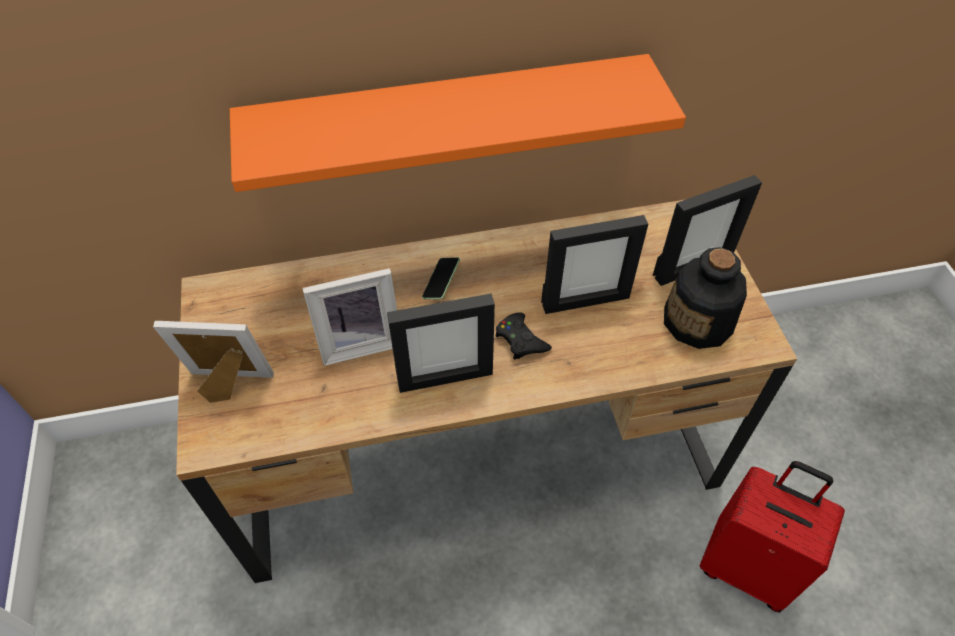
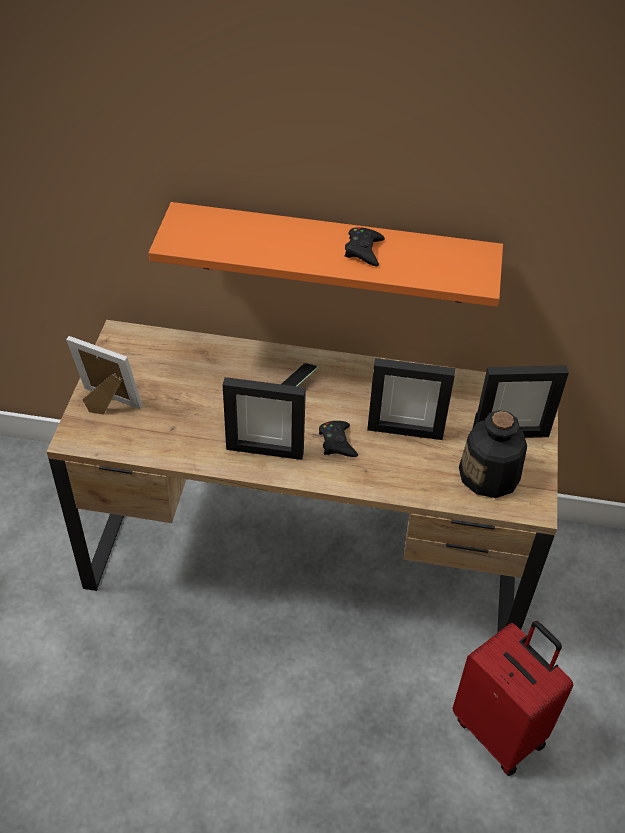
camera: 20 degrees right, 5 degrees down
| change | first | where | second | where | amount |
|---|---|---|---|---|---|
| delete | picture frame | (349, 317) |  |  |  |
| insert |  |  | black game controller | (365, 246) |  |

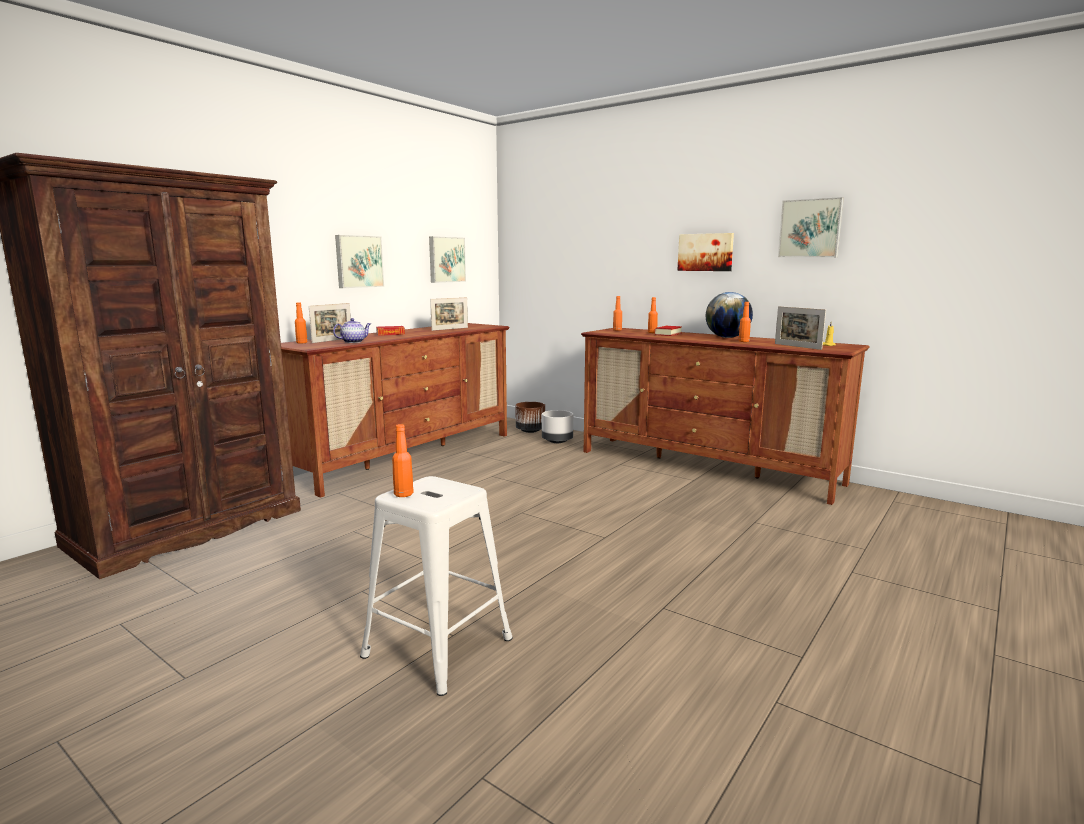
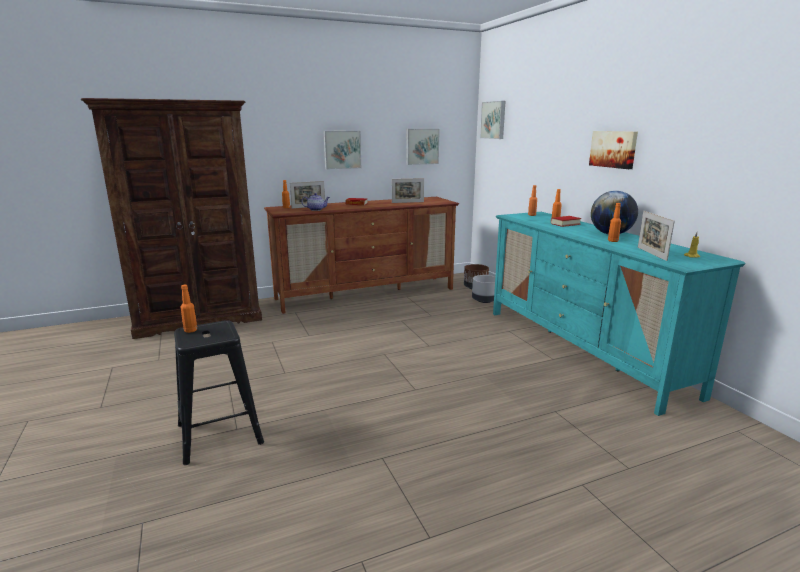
camera: 30 degrees right, 5 degrees up
| change | first | where | second | where | amount |
|---|---|---|---|---|---|
| move | picture | (811, 227) |  | (493, 120) |  |
| recolor | white stool | (436, 586) | black stool | (219, 392) |  |
| recolor | brown dresser | (725, 416) | turquoise dresser | (619, 314) |  |

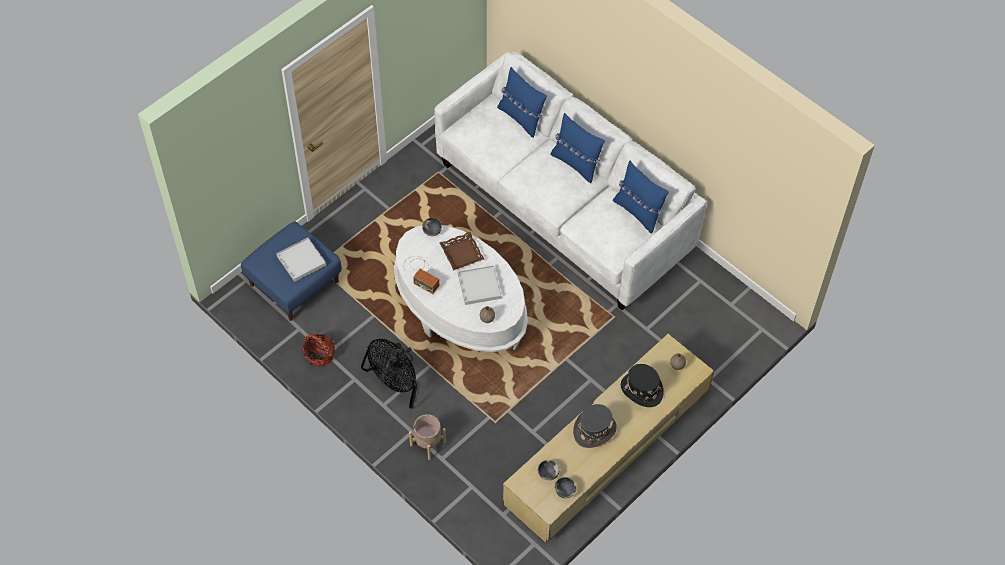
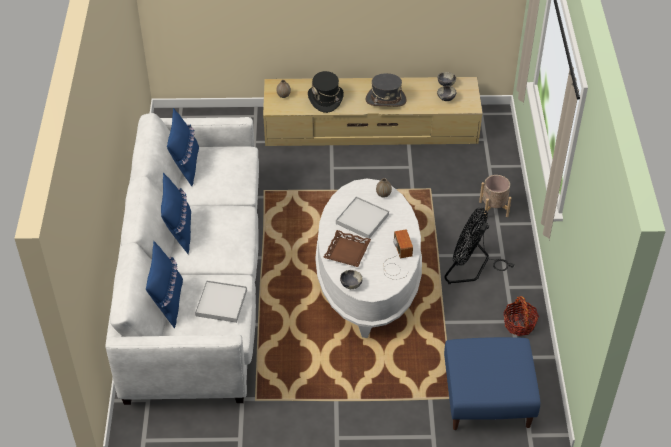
camera: 135 degrees left, 10 degrees down
| change | first | where | second | where | amount |
|---|---|---|---|---|---|
| move | white tray | (301, 259) |  | (221, 301) |  |
| rotate | black fan | (389, 374) |  | (480, 246) | 150 degrees counterclockwise |

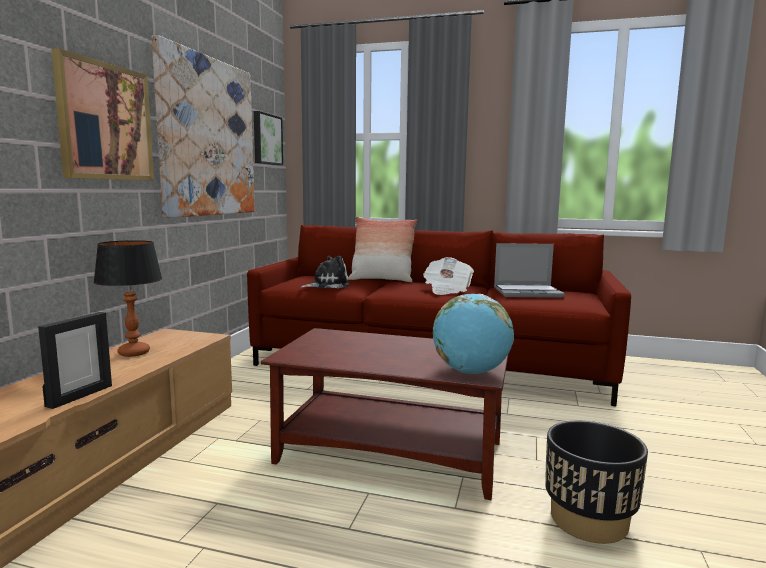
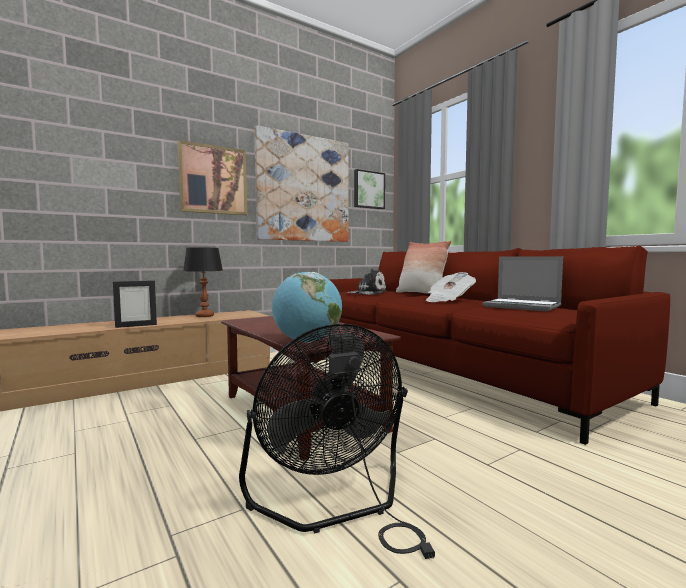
camera: 40 degrees right, 5 degrees down
| change | first | where | second | where | amount |
|---|---|---|---|---|---|
| replace | black planter | (596, 482) | black fan | (337, 441) |  |

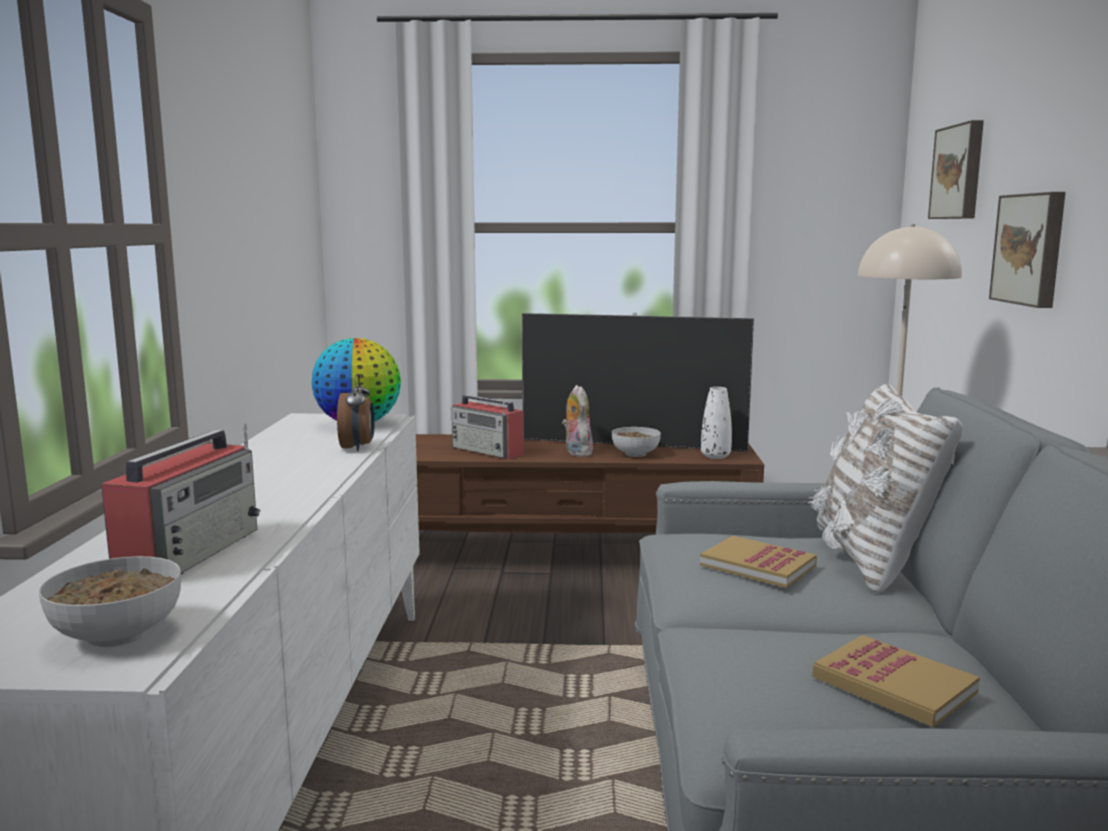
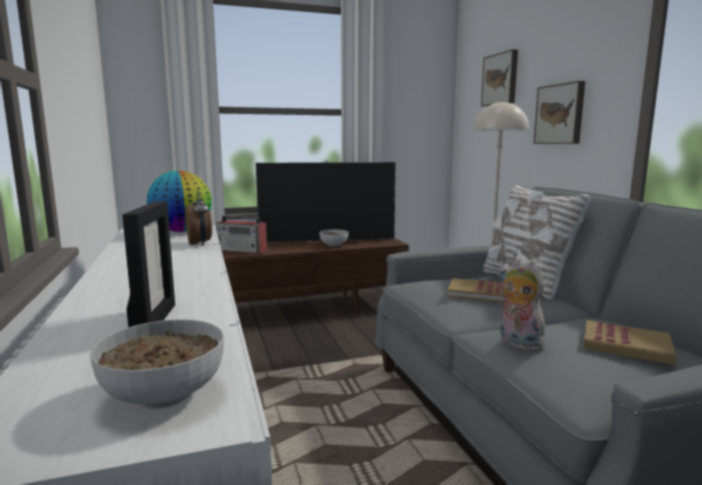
camera: 20 degrees left, 0 degrees up
| change | first | where | second | where | amount |
|---|---|---|---|---|---|
| delete | white vase | (716, 423) |  |  |  |
| move | plush toy | (577, 421) |  | (522, 304) |  |
| replace | radio | (181, 498) | picture frame | (148, 264) |  |

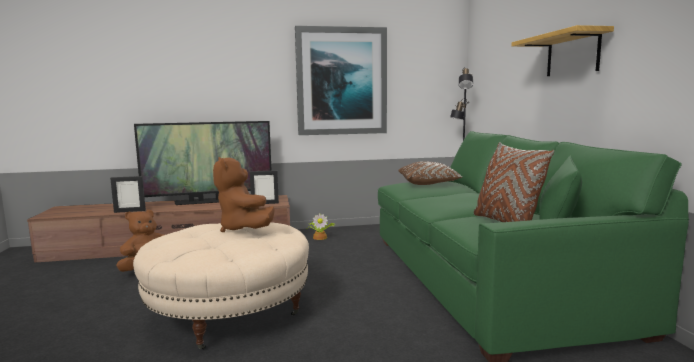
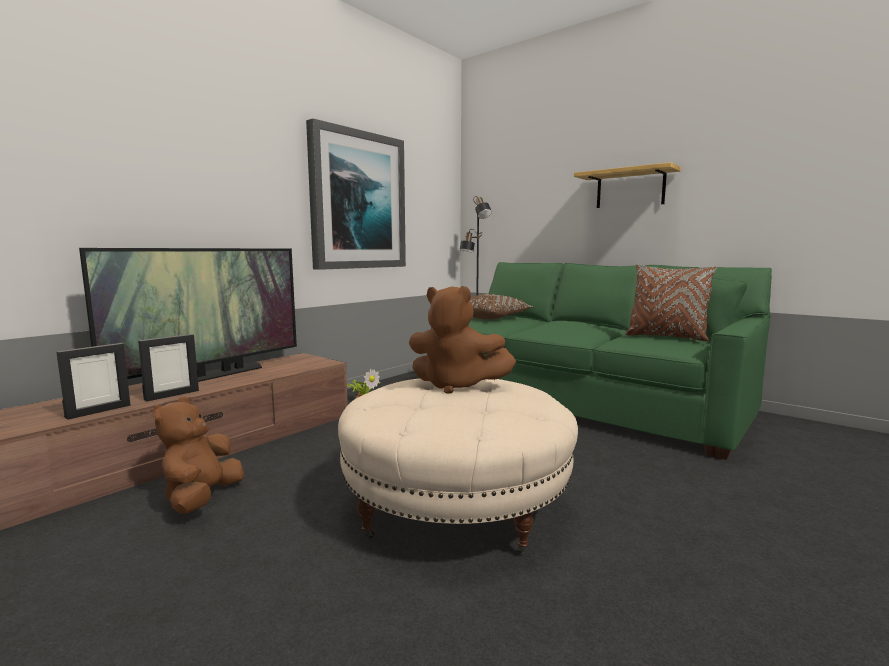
camera: 40 degrees left, 0 degrees up
| change | first | where | second | where | amount |
|---|---|---|---|---|---|
| move | picture frame | (264, 187) |  | (168, 367) |  |

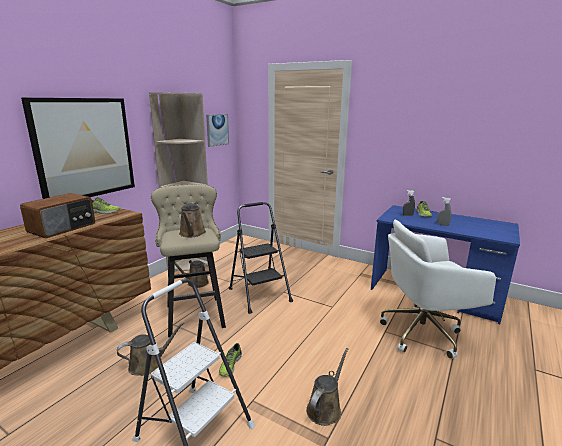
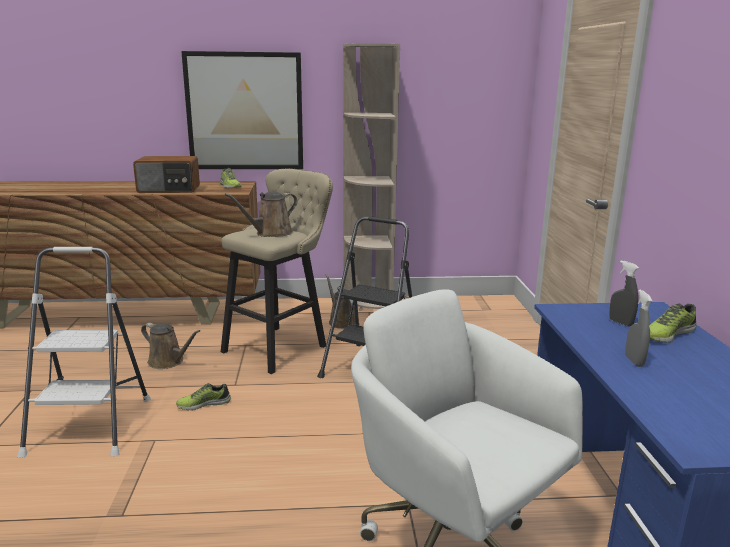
camera: 55 degrees right, 0 degrees up
| change | first | where | second | where | amount |
|---|---|---|---|---|---|
| delete | picture | (217, 130) |  |  |  |
| delete | brown watering can | (327, 387) |  |  |  |

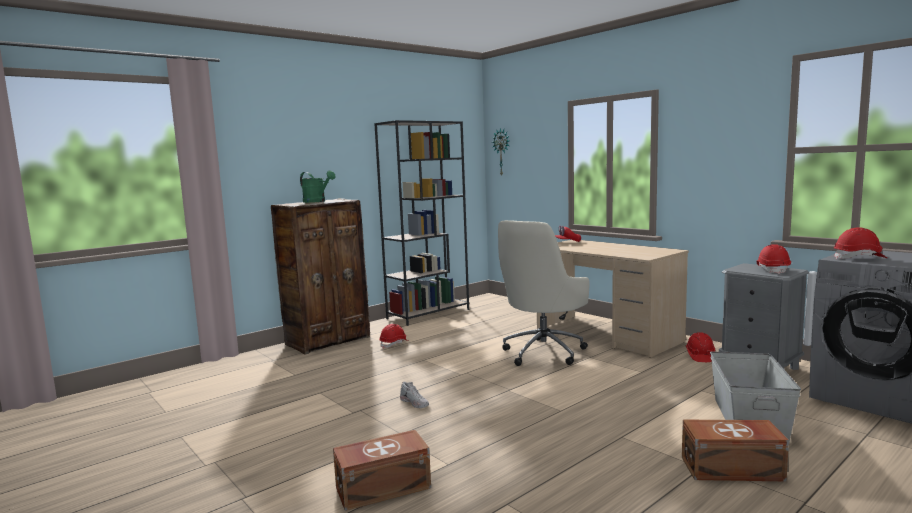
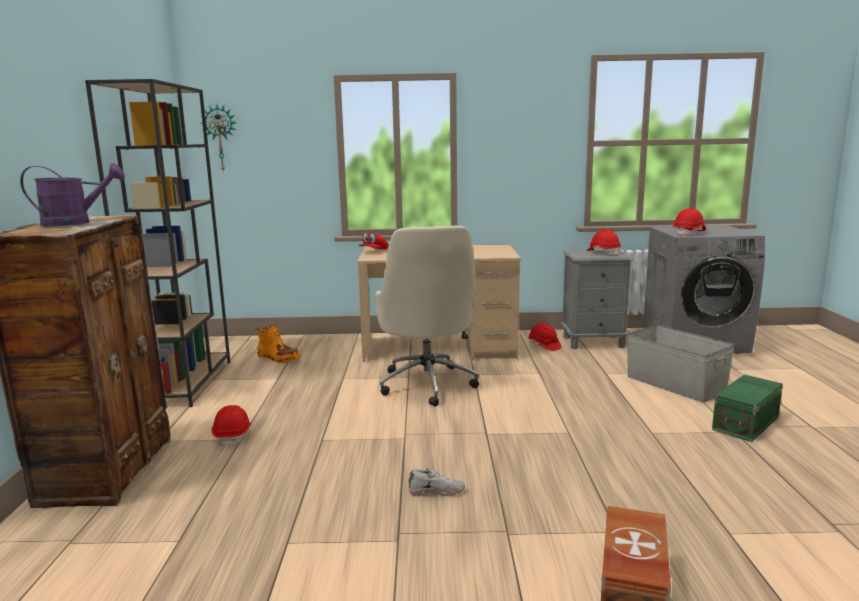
camera: 50 degrees left, 5 degrees up
| change | first | where | second | where | amount |
|---|---|---|---|---|---|
| insert |  |  | orange boot | (278, 343) |  |
| recolor | green watering can | (318, 187) | purple watering can | (72, 194) |  |
| recolor | brown storage box | (735, 450) | green storage box | (747, 408) |  |

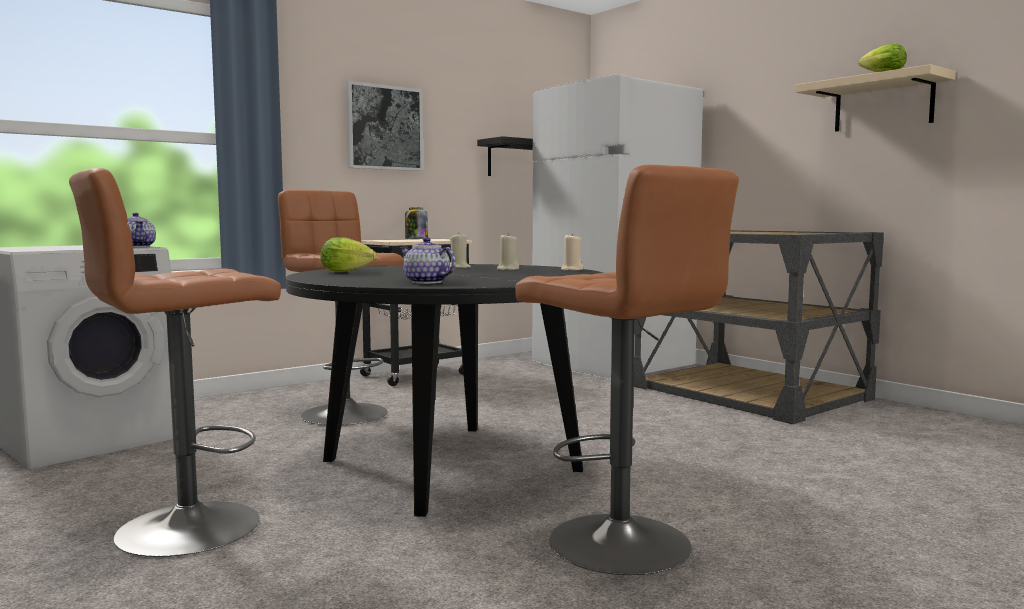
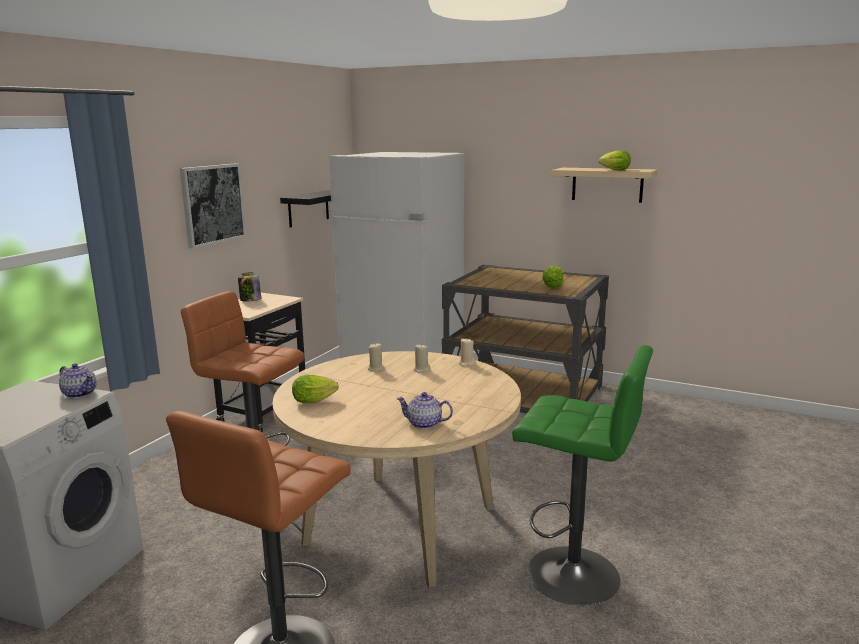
camera: 25 degrees left, 10 degrees up
| change | first | where | second | where | amount |
|---|---|---|---|---|---|
| insert |  |  | lettuce | (553, 277) |  |
| recolor | black dining table | (444, 390) | beige dining table | (397, 469) |  |
| recolor | brown stool | (627, 370) | green stool | (582, 475) |  |

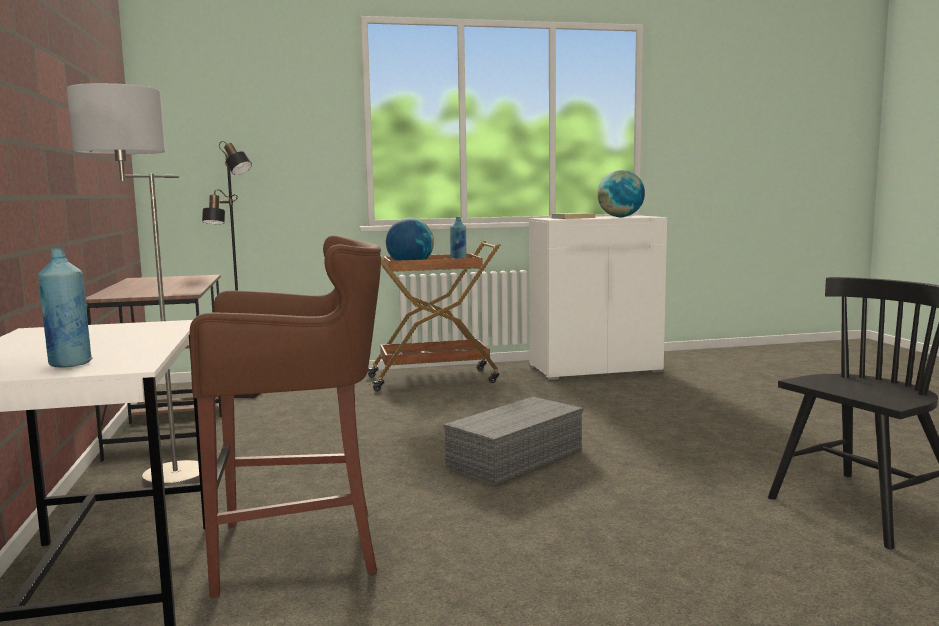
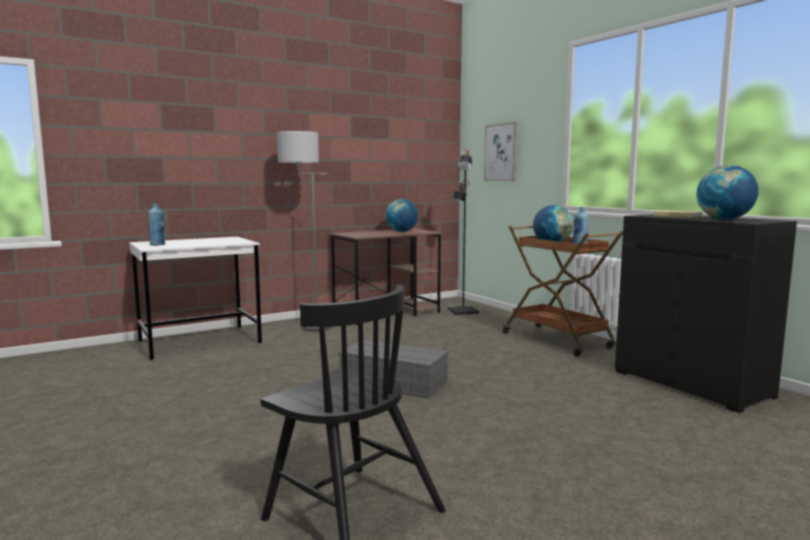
camera: 70 degrees right, 0 degrees up
| change | first | where | second | where | amount |
|---|---|---|---|---|---|
| delete | brown stool | (285, 416) |  |  |  |
| insert |  |  | globe | (401, 215) |  |
| insert |  |  | picture | (501, 151) |  |
| recolor | white cabinet | (598, 298) | black cabinet | (706, 313) |  |

